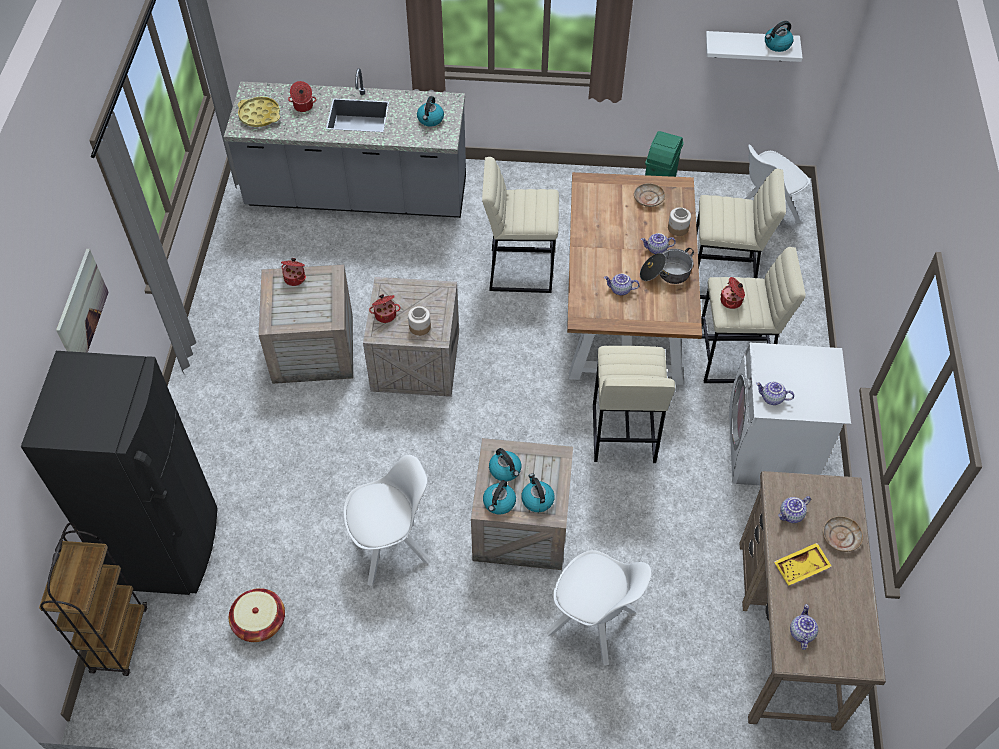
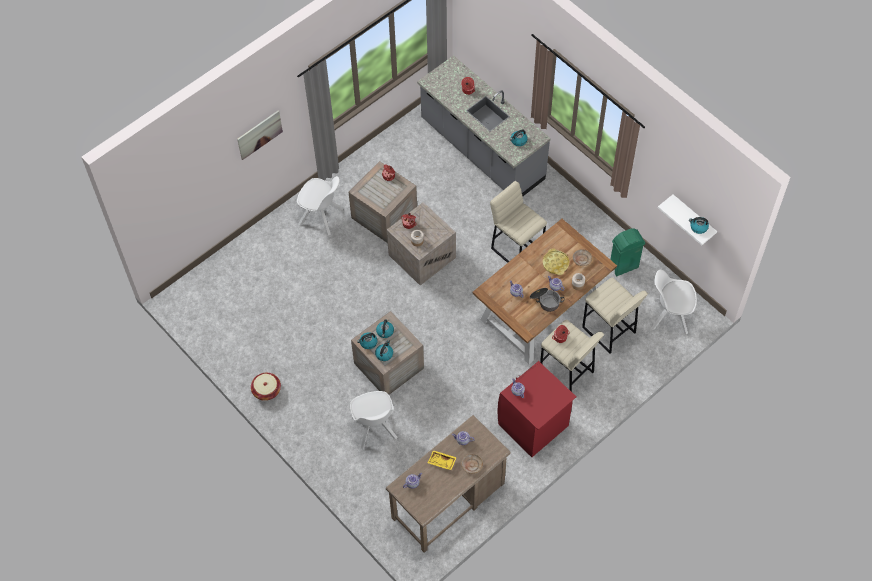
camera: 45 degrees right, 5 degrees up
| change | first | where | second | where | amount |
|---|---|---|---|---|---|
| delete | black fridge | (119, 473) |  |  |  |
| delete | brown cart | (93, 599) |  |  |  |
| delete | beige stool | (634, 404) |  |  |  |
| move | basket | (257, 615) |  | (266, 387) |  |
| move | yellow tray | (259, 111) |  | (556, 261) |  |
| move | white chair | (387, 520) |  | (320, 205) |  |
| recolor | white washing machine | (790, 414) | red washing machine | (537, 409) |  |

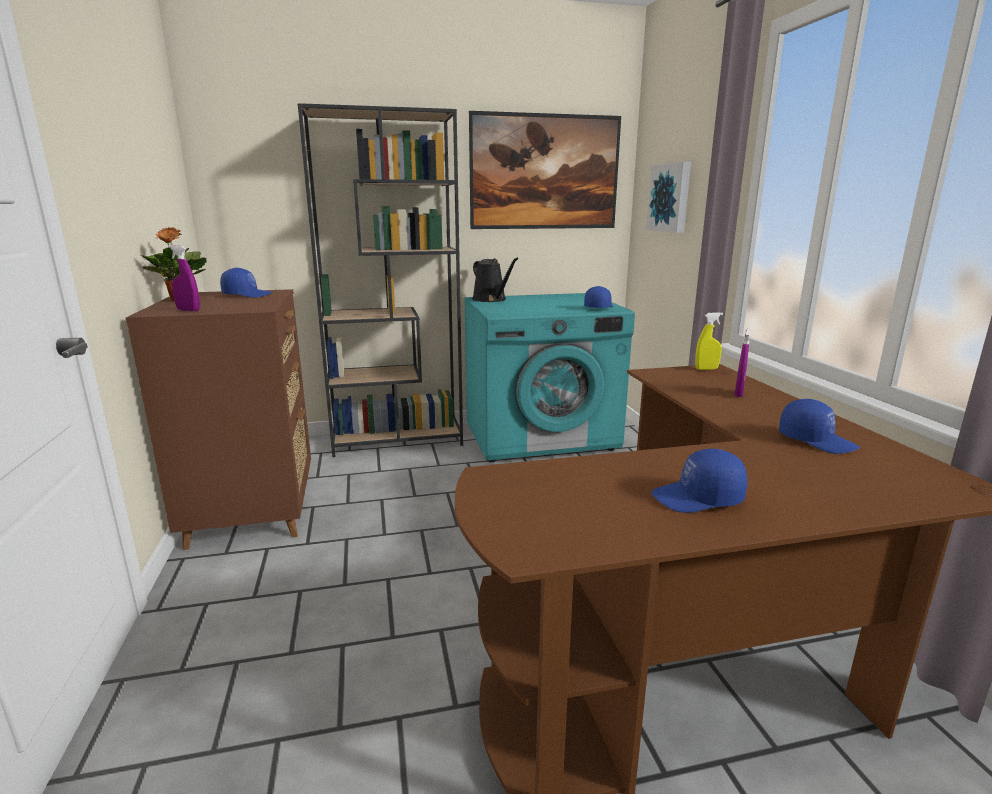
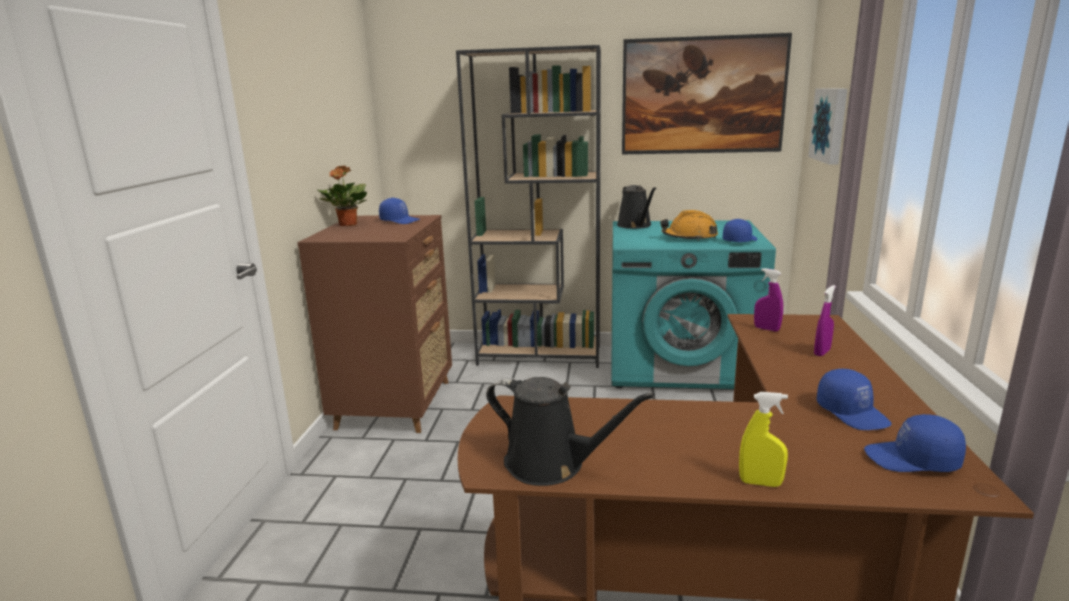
camera: 20 degrees right, 0 degrees up
| change | first | where | second | where | amount |
|---|---|---|---|---|---|
| insert |  |  | black watering can | (570, 431) |  |
| insert |  |  | orange hard hat | (689, 225) |  |
| move | purple spray bottle | (184, 278) |  | (768, 299) |  |
| move | blue cap | (699, 481) |  | (915, 443) |  |
| move | yellow spray bottle | (709, 341) |  | (763, 439) |  |

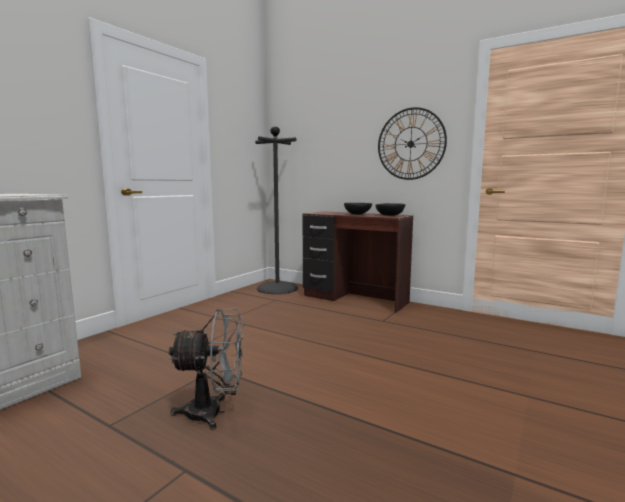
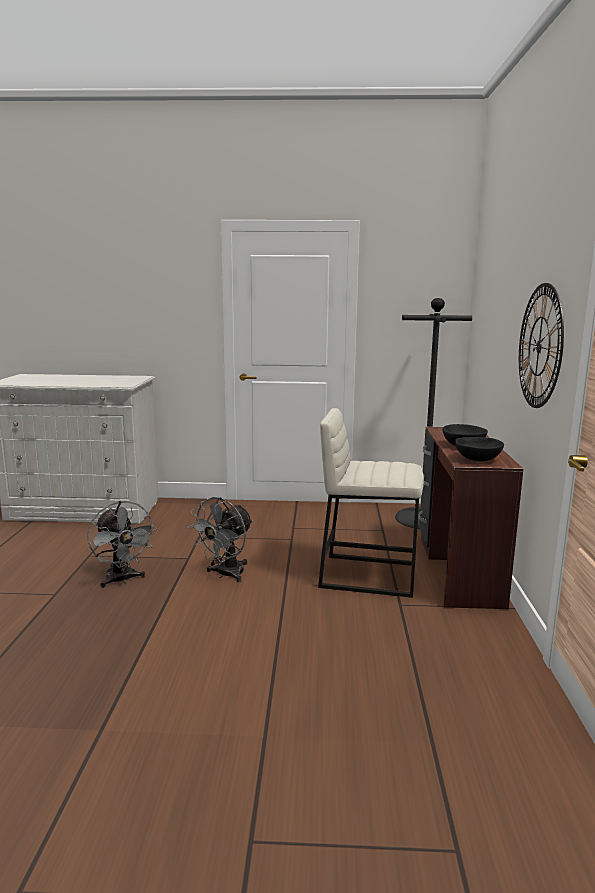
camera: 60 degrees right, 5 degrees up
| change | first | where | second | where | amount |
|---|---|---|---|---|---|
| insert |  |  | grey fan | (220, 539) |  |
| insert |  |  | beige stool | (371, 503) |  |

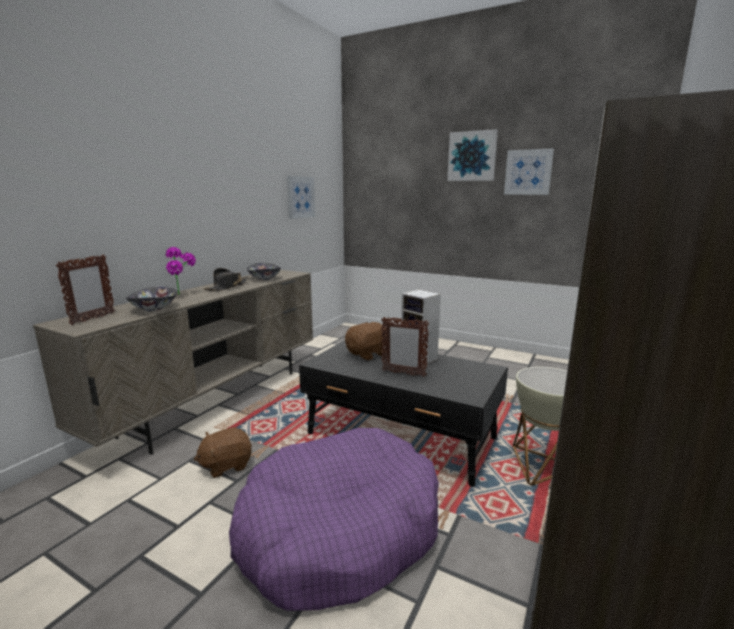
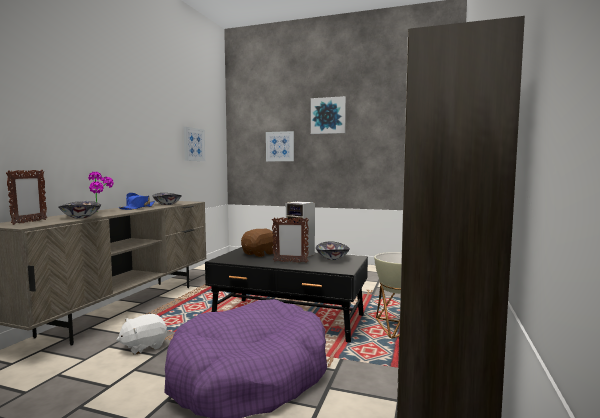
camera: 10 degrees left, 10 degrees down
| change | first | where | second | where | amount |
|---|---|---|---|---|---|
| insert |  |  | bowl | (333, 250) |  |
| move | picture | (529, 171) |  | (280, 146) |  |
| recolor | brown plush toy | (223, 452) | white plush toy | (142, 334) |  |
| recolor | black hat | (226, 279) | blue hat | (137, 201) |  |

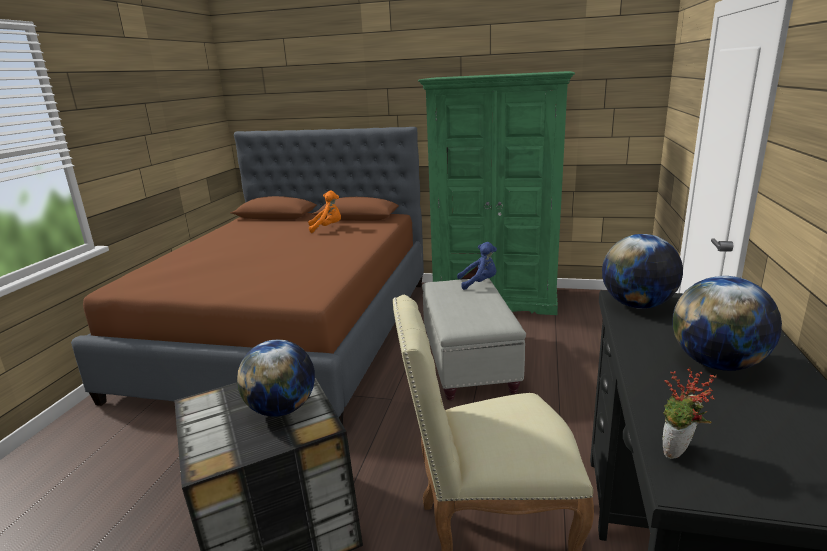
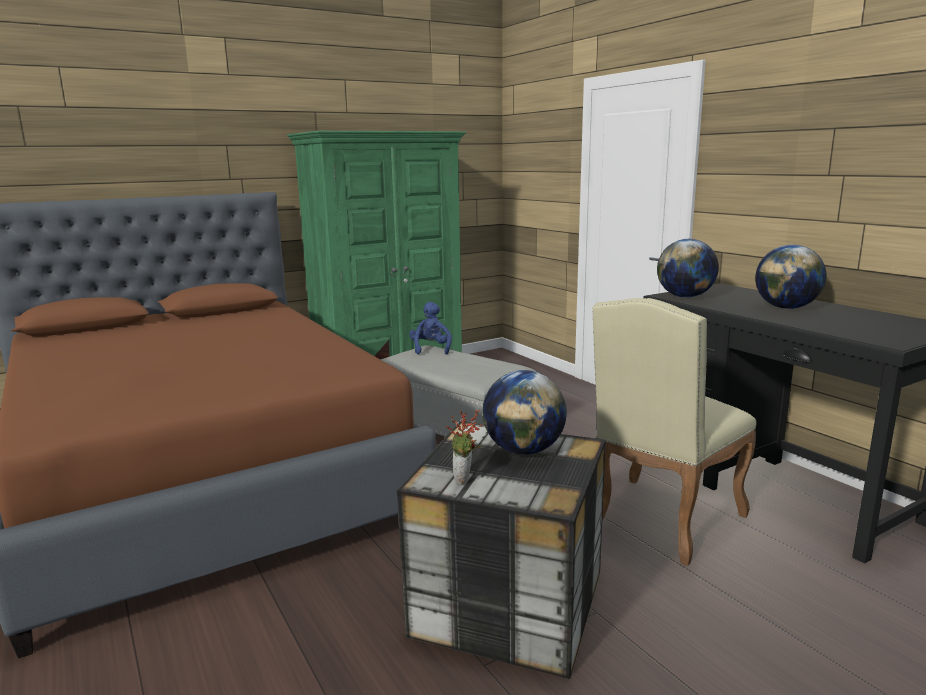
camera: 45 degrees left, 5 degrees down
| change | first | where | second | where | amount |
|---|---|---|---|---|---|
| delete | orange plush toy | (324, 211) |  |  |  |
| move | potted plant | (690, 413) |  | (464, 447) |  |
| rotate | blue plush toy | (477, 266) |  | (430, 328) | 45 degrees counterclockwise |

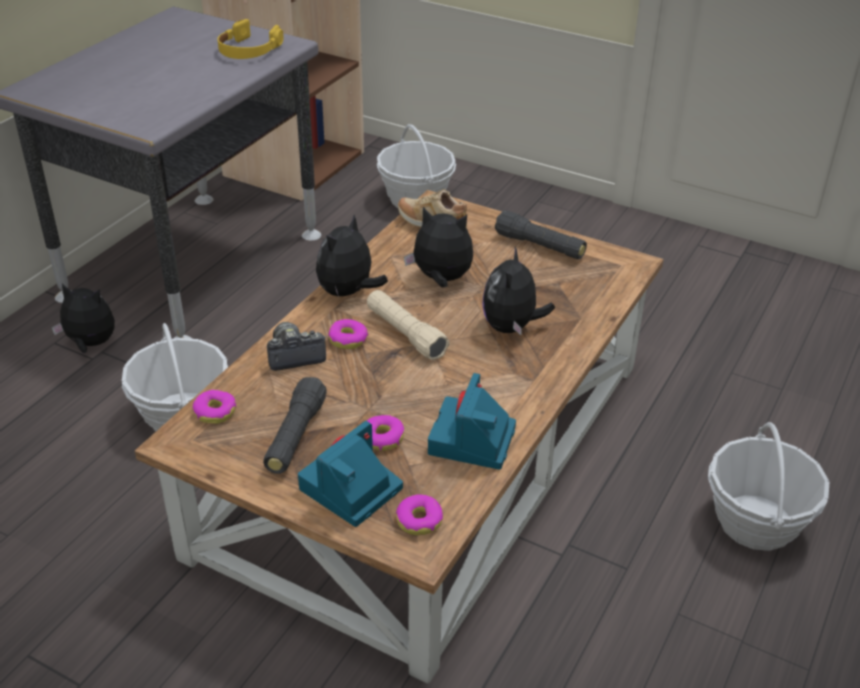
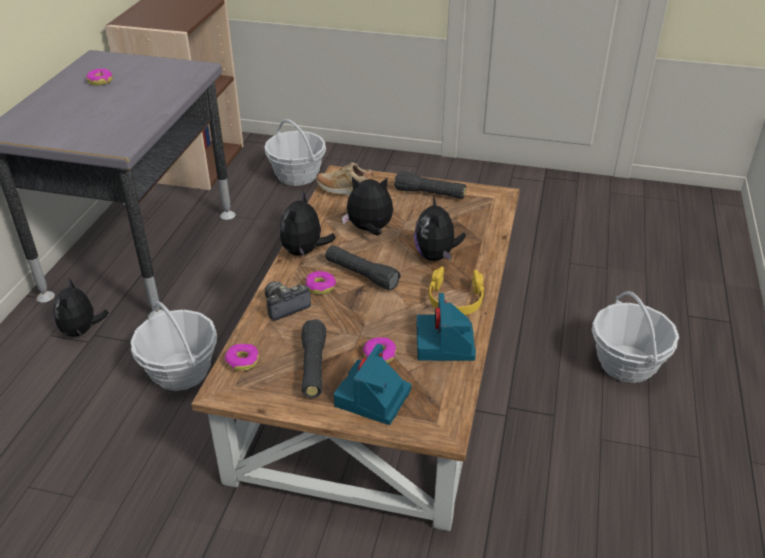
camera: 15 degrees left, 0 degrees up
| change | first | where | second | where | amount |
|---|---|---|---|---|---|
| move | yellow headphones | (250, 39) |  | (456, 291) |  |
| move | donut | (419, 514) |  | (99, 77) |  |
| recolor | beige flashlight | (408, 325) | black flashlight | (363, 267) |  |
| rotate | plush toy | (83, 318) |  | (81, 307) | 90 degrees counterclockwise |

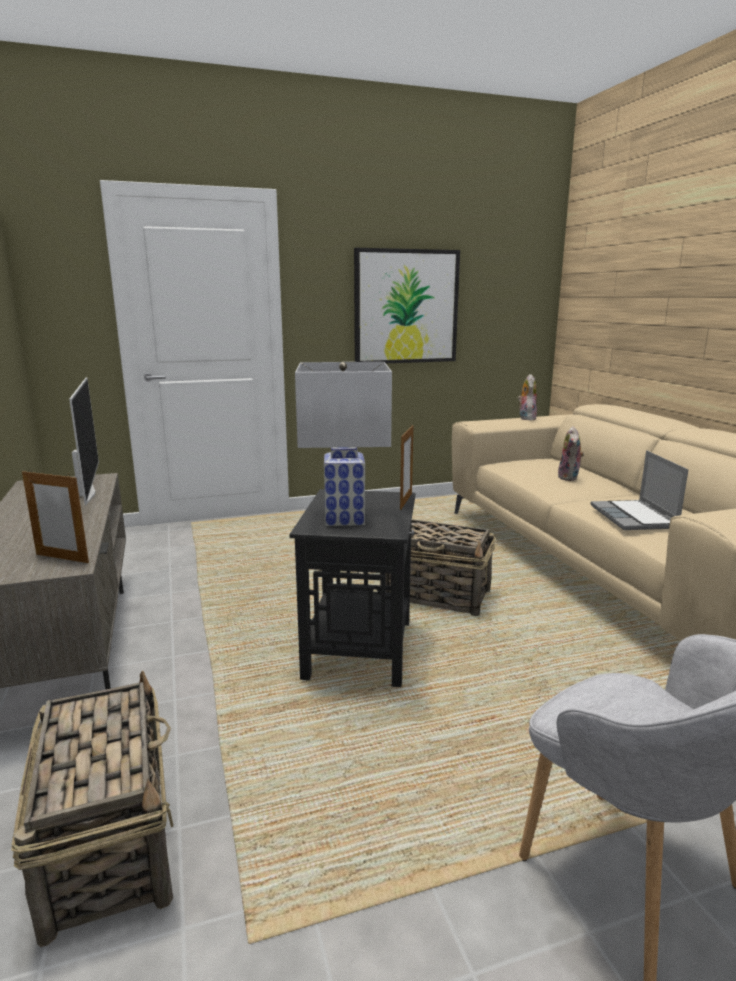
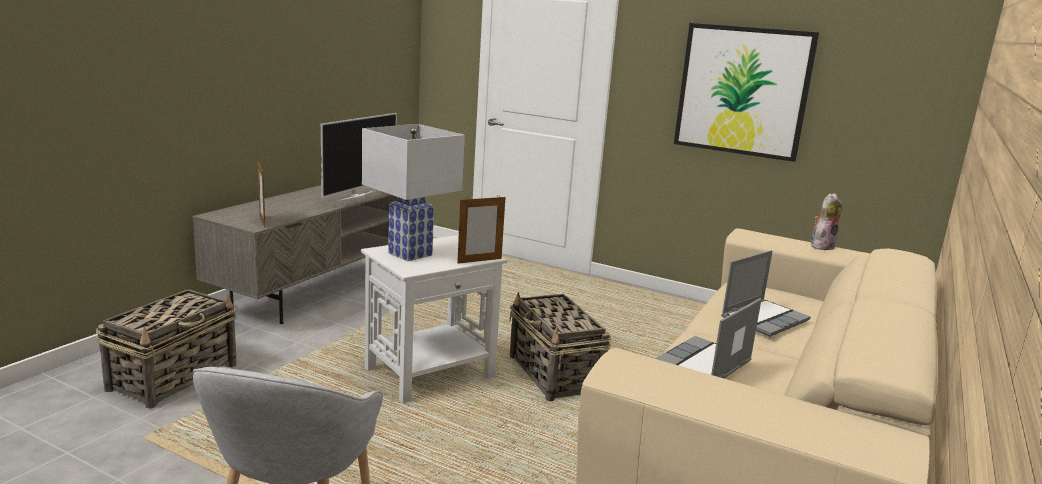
camera: 45 degrees right, 0 degrees up
| change | first | where | second | where | amount |
|---|---|---|---|---|---|
| replace | plush toy | (571, 453) | laptop | (766, 293) |  |
| recolor | black side table | (352, 588) | white side table | (434, 319) |  |

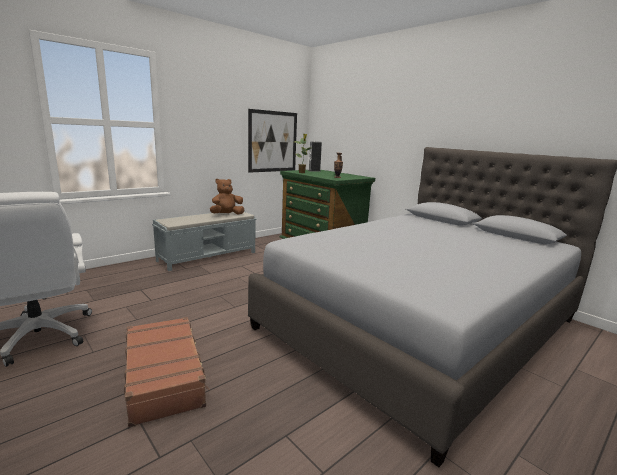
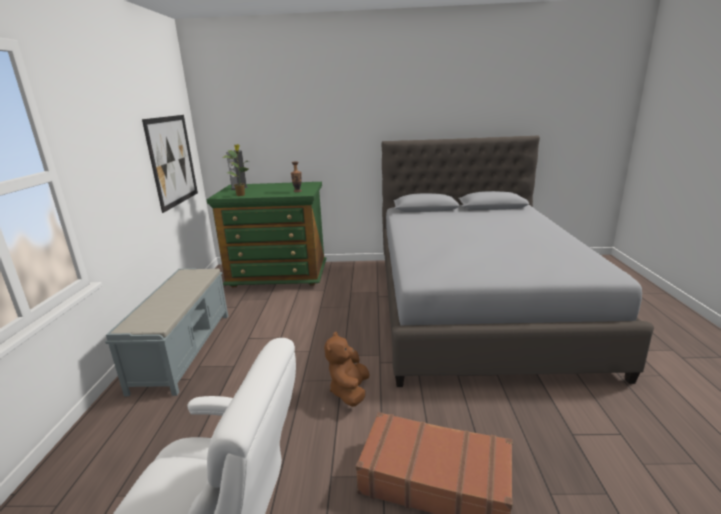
camera: 45 degrees left, 5 degrees up
| change | first | where | second | where | amount |
|---|---|---|---|---|---|
| move | brown plush toy | (227, 197) |  | (347, 369) |  |

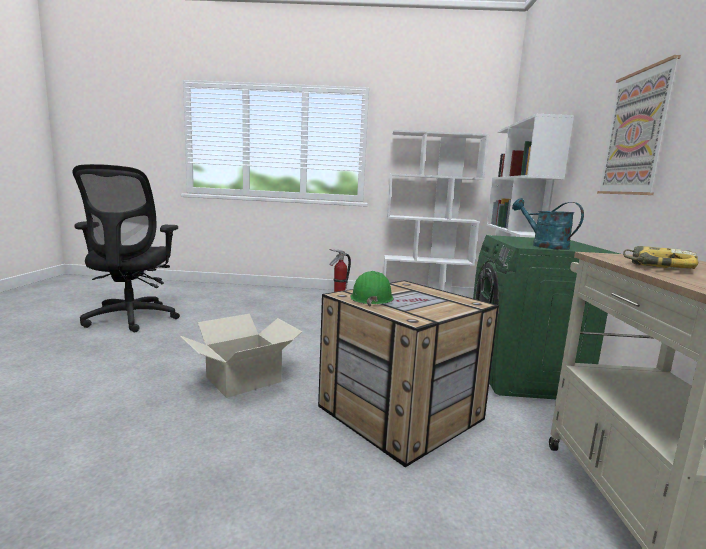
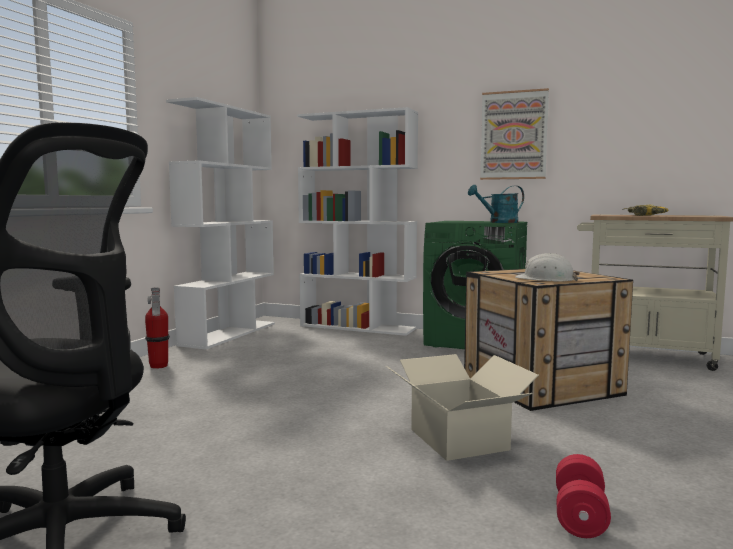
camera: 70 degrees left, 5 degrees down
| change | first | where | second | where | amount |
|---|---|---|---|---|---|
| insert |  |  | red dumbbell | (583, 496) |  |
| recolor | green hard hat | (372, 288) | white hard hat | (547, 267) |  |

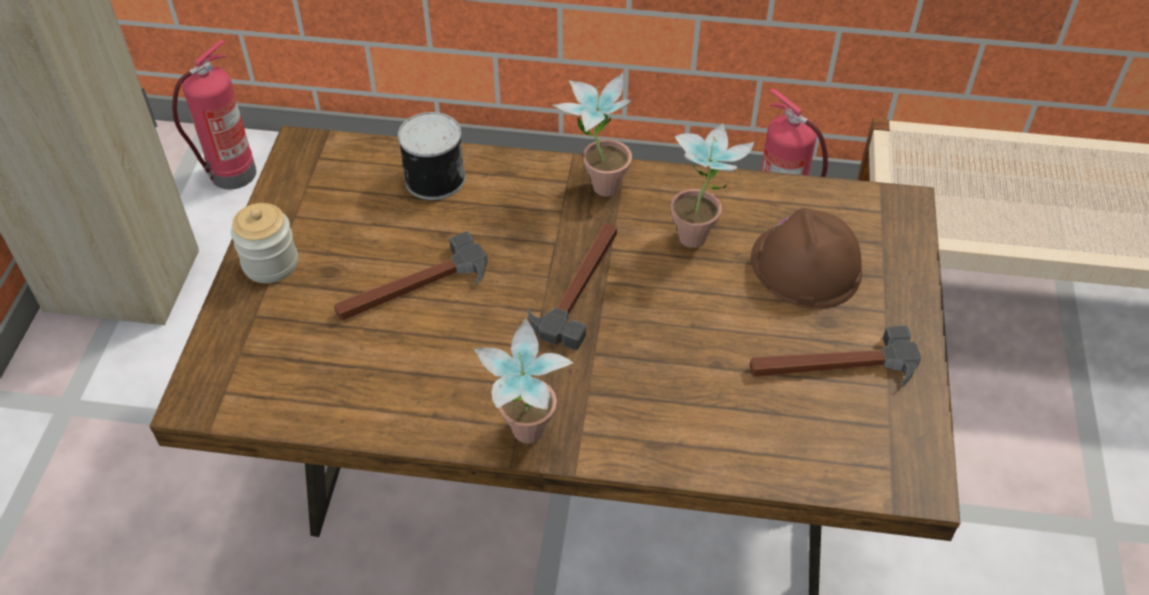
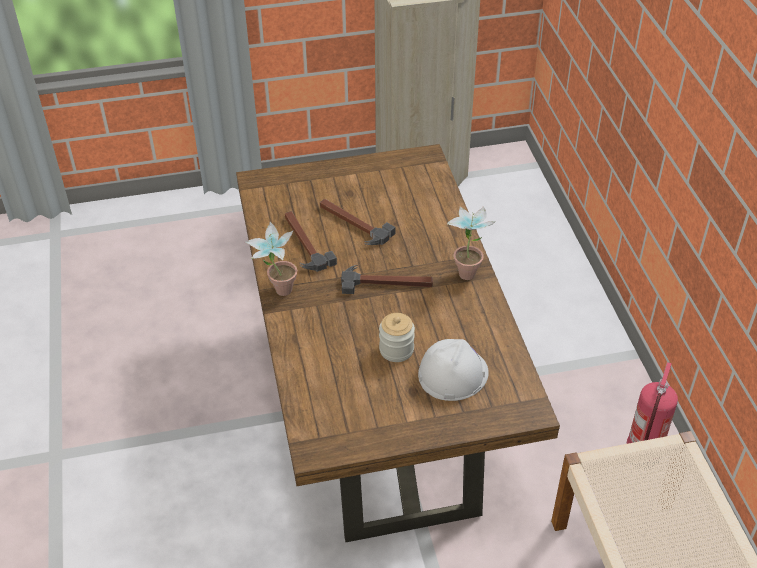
camera: 70 degrees right, 5 degrees down
| change | first | where | second | where | amount |
|---|---|---|---|---|---|
| delete | fire extinguisher | (214, 115) |  |  |  |
| delete | can | (431, 156) |  |  |  |
| delete | potted plant | (712, 185) |  |  |  |
| move | jar | (264, 243) |  | (397, 337) |  |
| move | hammer | (835, 356) |  | (311, 241) |  |
| recolor | brown hard hat | (806, 258) | white hard hat | (453, 370) |  |

